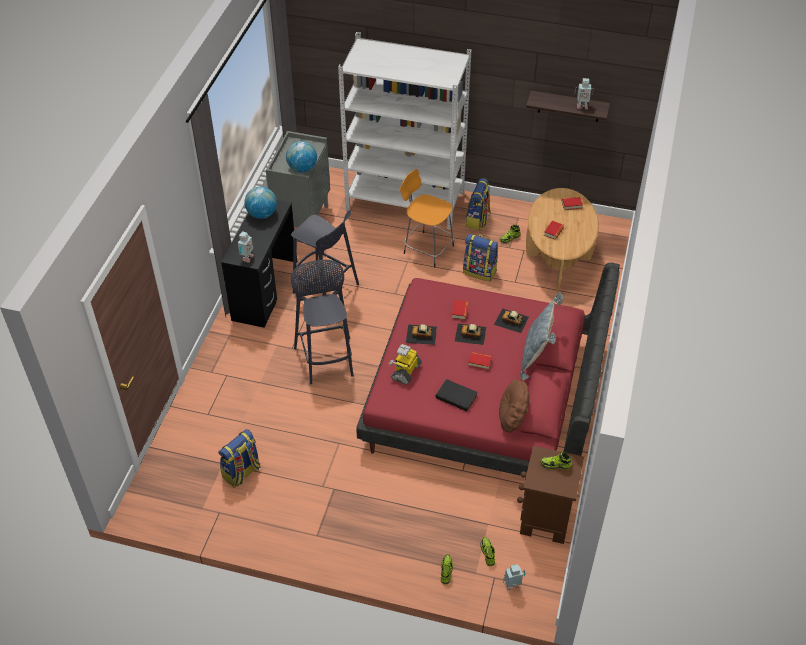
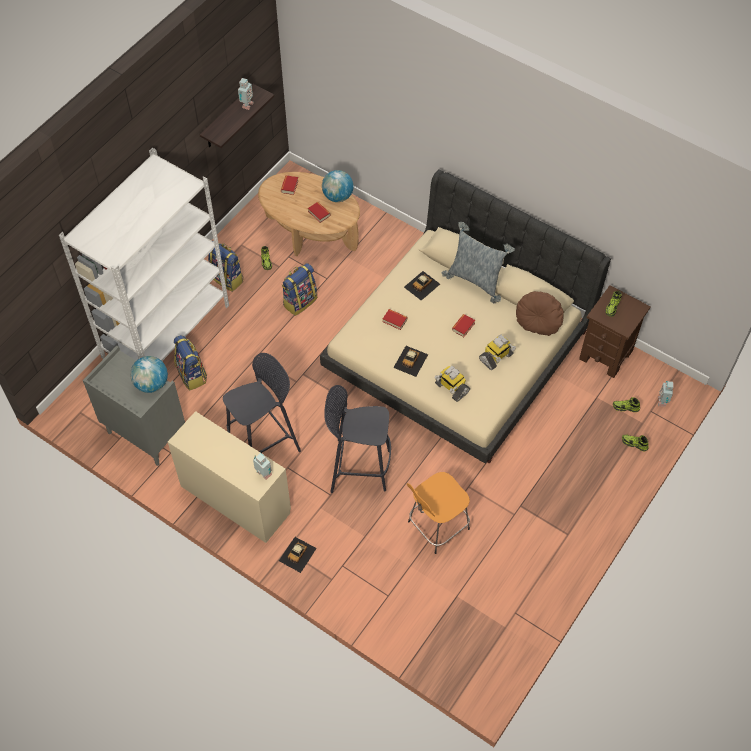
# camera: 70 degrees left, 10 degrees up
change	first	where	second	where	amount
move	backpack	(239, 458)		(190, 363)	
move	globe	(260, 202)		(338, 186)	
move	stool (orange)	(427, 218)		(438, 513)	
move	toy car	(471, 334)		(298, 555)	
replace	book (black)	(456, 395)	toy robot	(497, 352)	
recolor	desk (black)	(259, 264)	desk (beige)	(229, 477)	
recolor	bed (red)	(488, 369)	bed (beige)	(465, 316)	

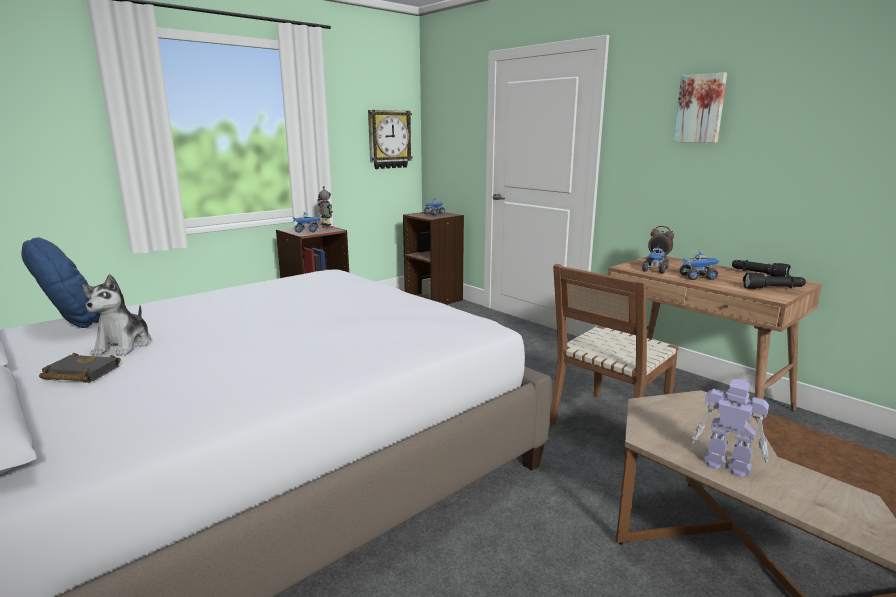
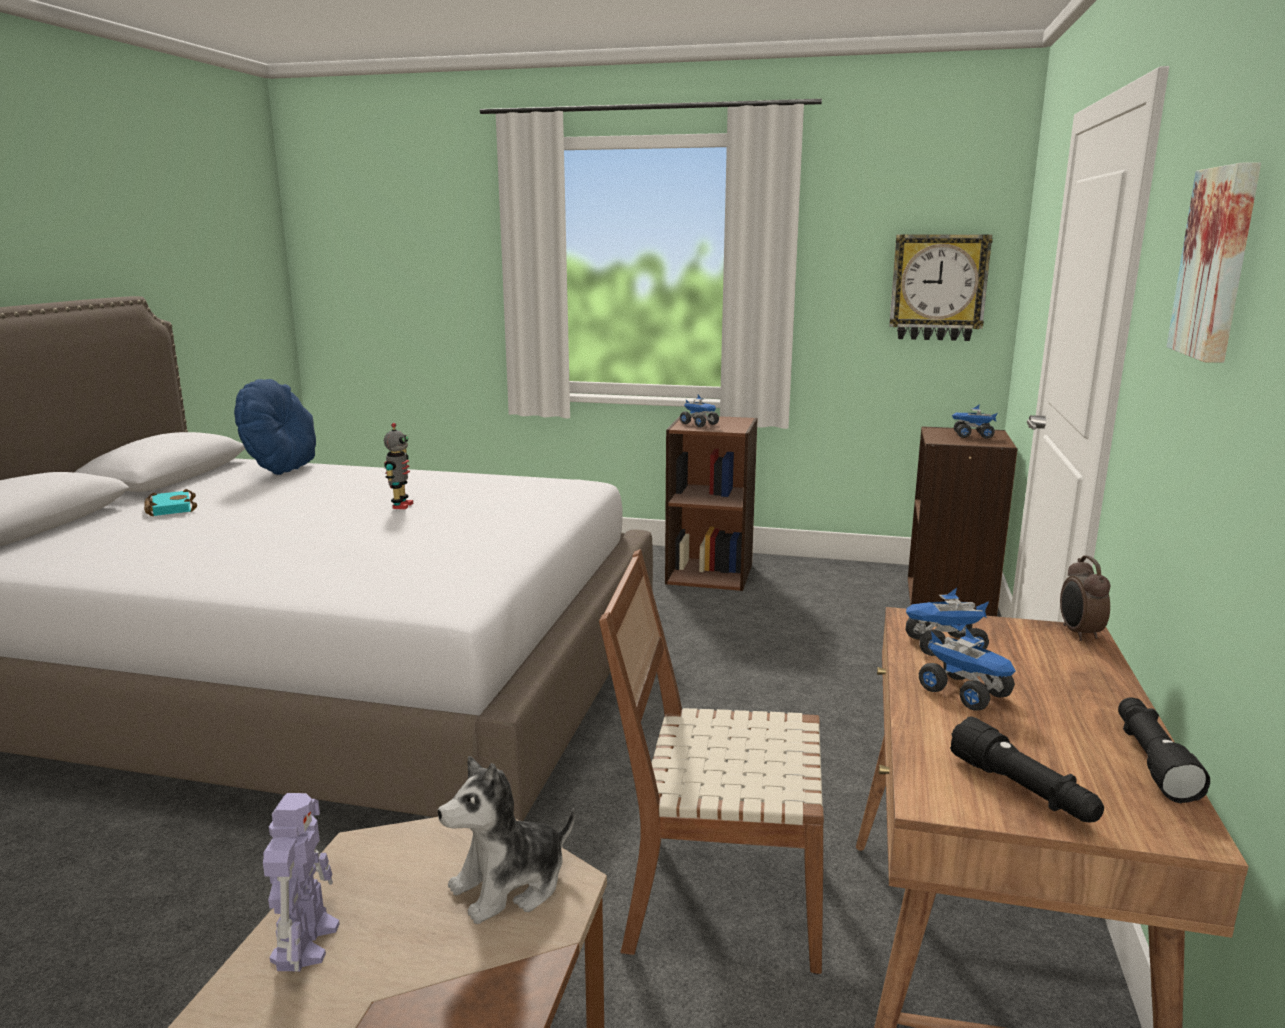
# camera: 55 degrees right, 0 degrees up
change	first	where	second	where	amount
move	plush toy	(116, 314)		(506, 840)	
move	toy robot	(325, 207)		(398, 466)	
recolor	book (black)	(80, 368)	book (turquoise)	(170, 502)	

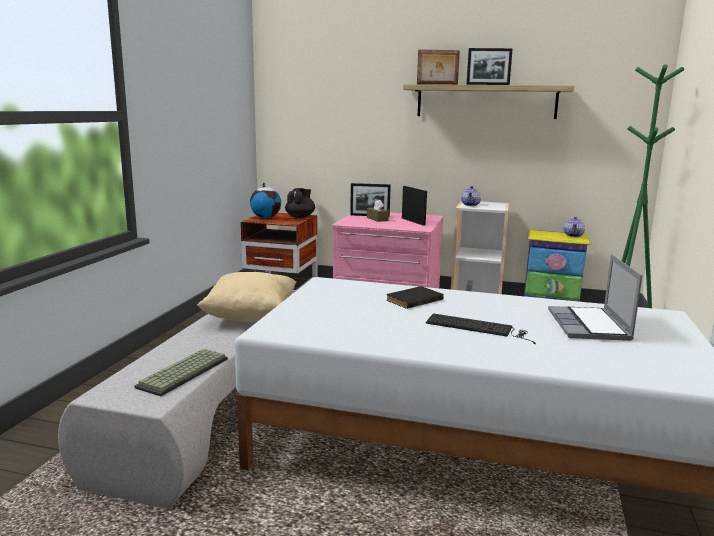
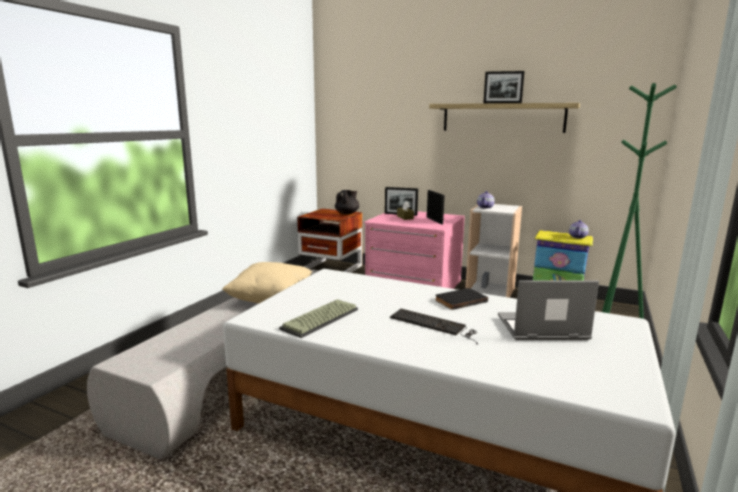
# camera: 10 degrees right, 0 degrees up
change	first	where	second	where	amount
delete	globe	(265, 200)			
delete	picture frame	(438, 67)			
move	keyboard	(181, 372)		(318, 318)	
move	book (black)	(415, 297)		(461, 299)	
rotate	laptop	(595, 297)		(548, 310)	75 degrees clockwise

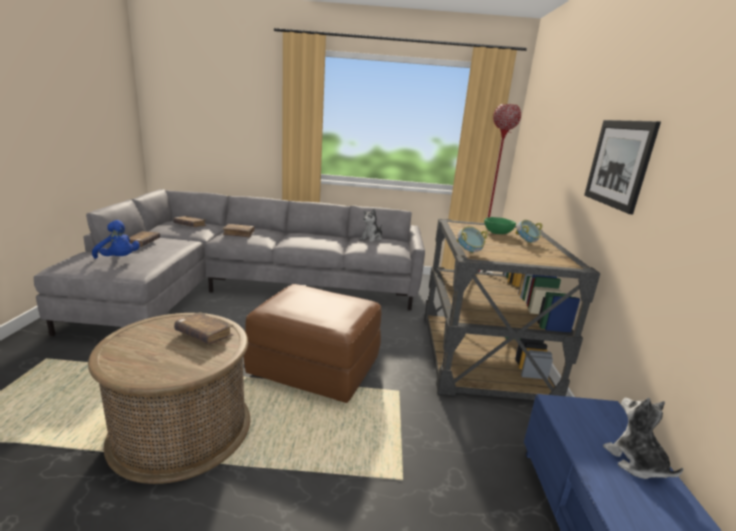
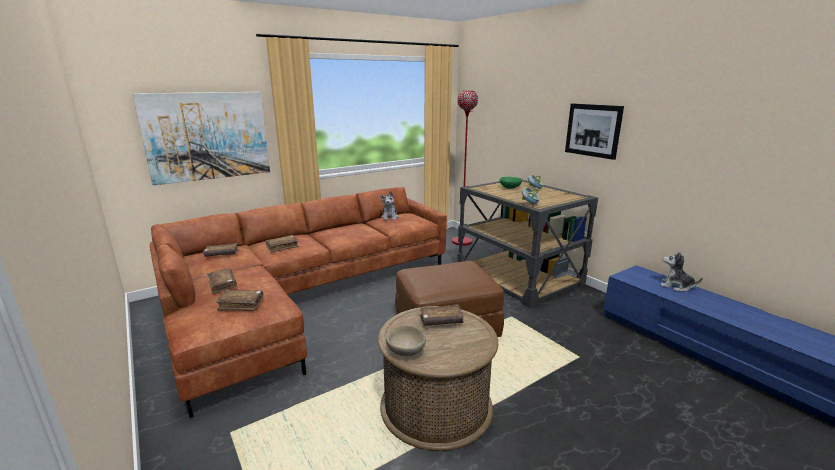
# camera: 35 degrees left, 0 degrees up
change	first	where	second	where	amount
insert			picture	(201, 138)	
insert			bowl (beige)	(406, 340)	
replace	plush toy (blue)	(116, 239)	book (brown)	(239, 300)	
recolor	sofa (grey)	(229, 263)	sofa (brown)	(298, 302)	

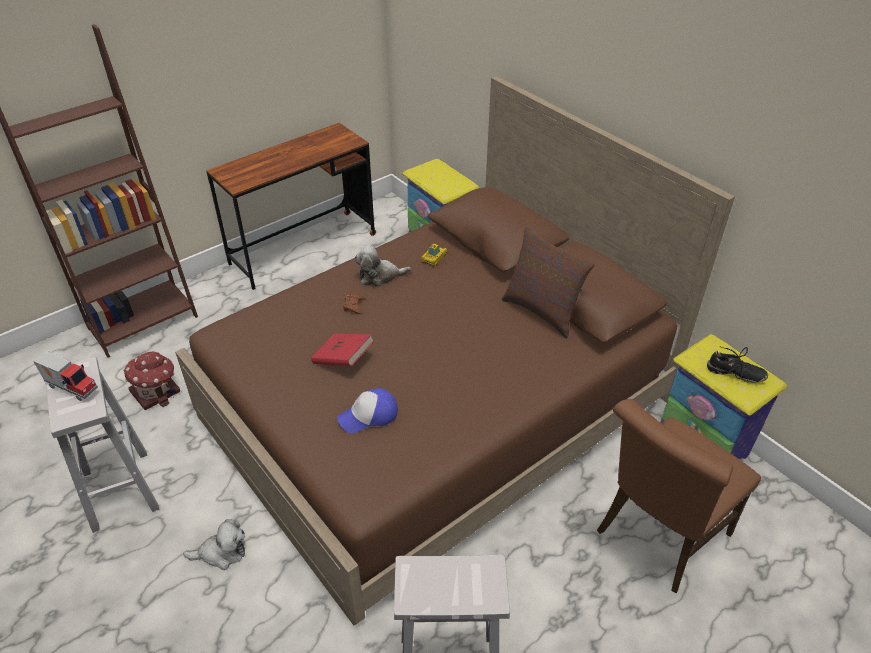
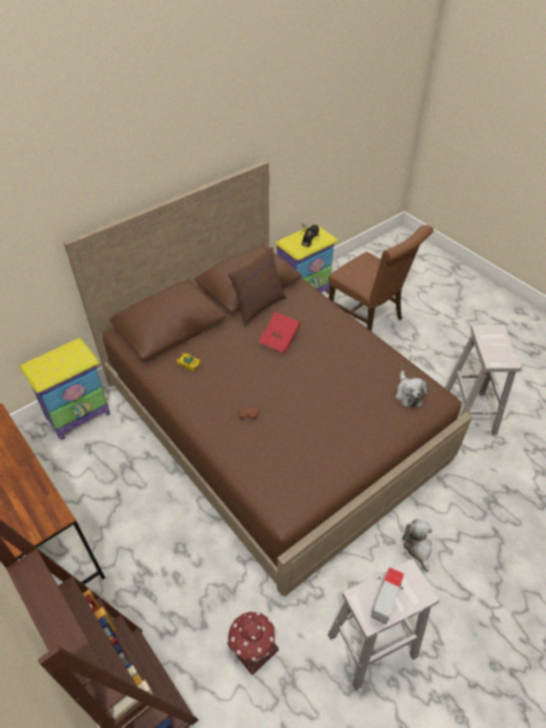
# camera: 90 degrees left, 5 degrees up
change	first	where	second	where	amount
delete	cap	(367, 410)			
move	book (red)	(342, 350)		(280, 333)	
move	plush toy	(382, 266)		(412, 389)	

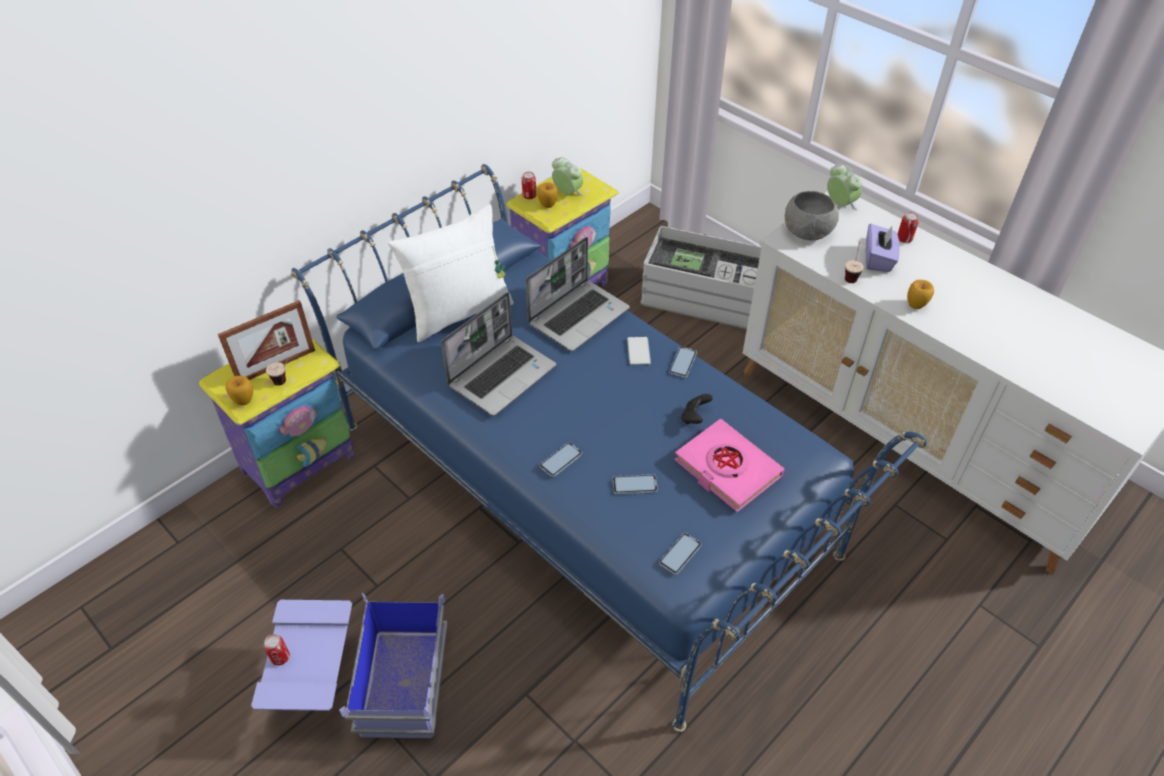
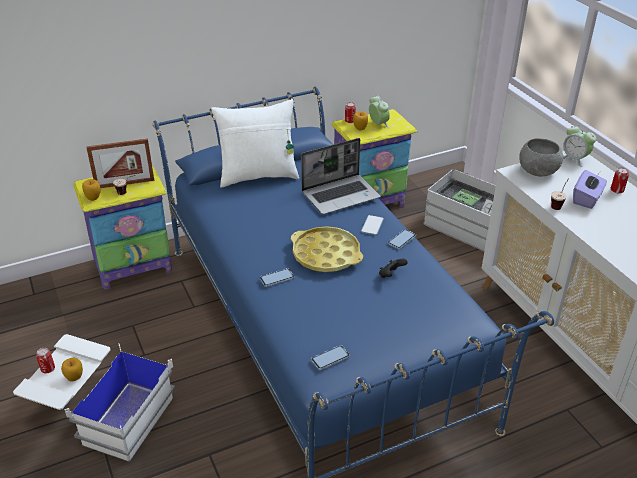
# camera: 20 degrees right, 10 degrees down
change	first	where	second	where	amount
delete	laptop	(498, 354)			
delete	phone	(635, 484)			
delete	book (pink)	(729, 465)			
insert			tray (yellow)	(327, 249)	
move	apple	(920, 294)		(72, 369)	
recolor	storage box (blue)	(349, 665)	storage box (white)	(94, 398)	
rotate	alarm clock	(844, 187)		(579, 145)	150 degrees clockwise

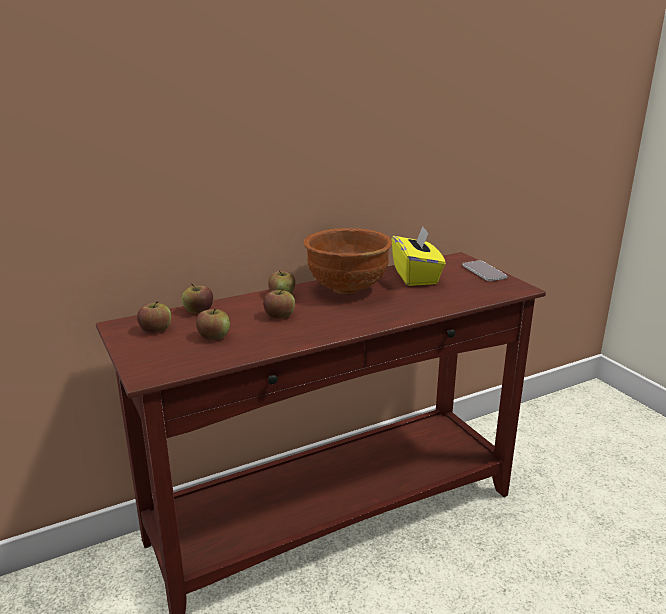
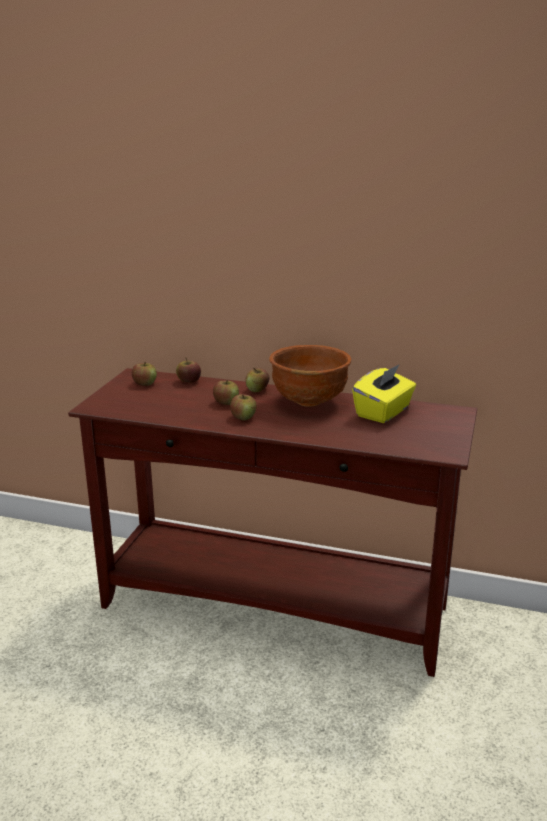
# camera: 45 degrees right, 0 degrees up
change	first	where	second	where	amount
delete	phone	(485, 271)			
move	apple	(213, 324)		(243, 407)	

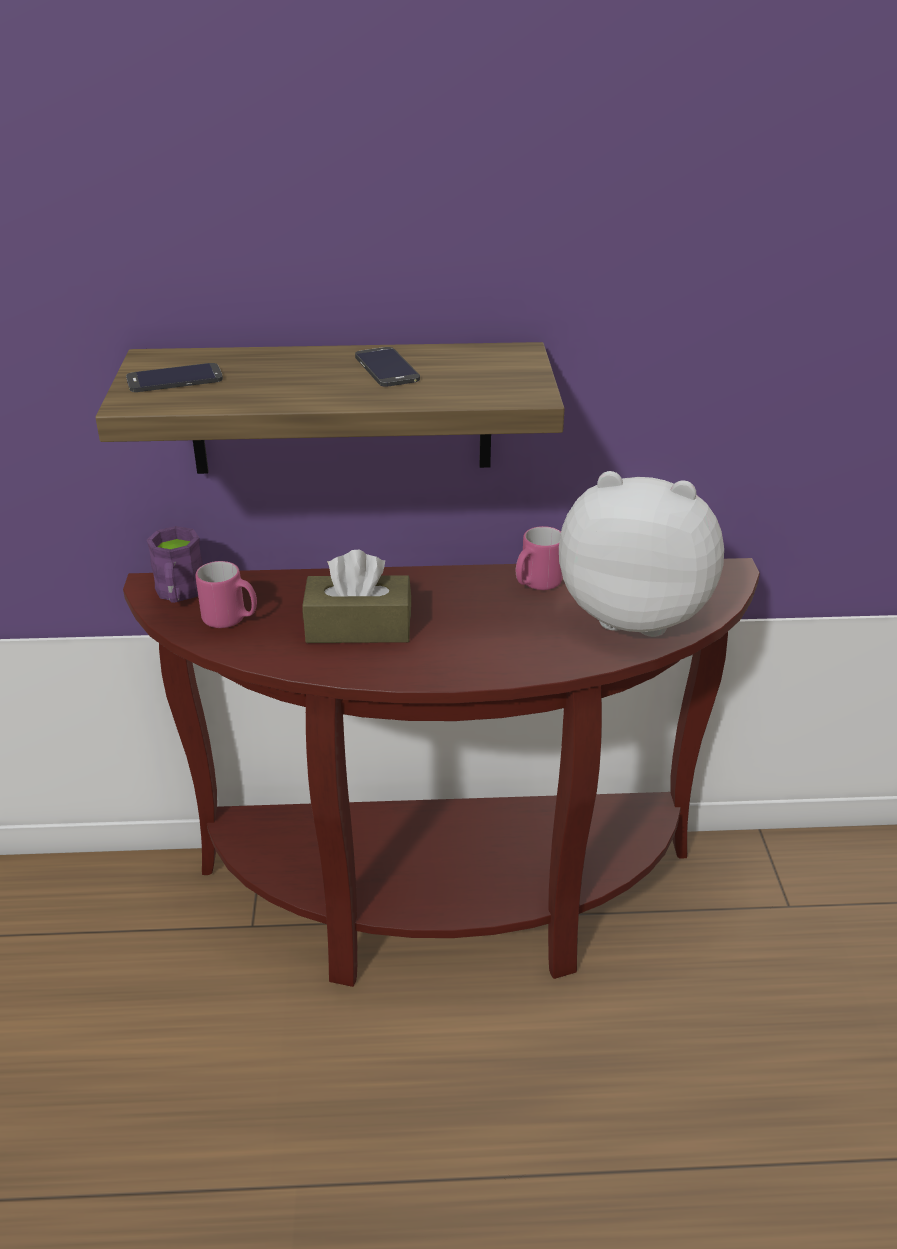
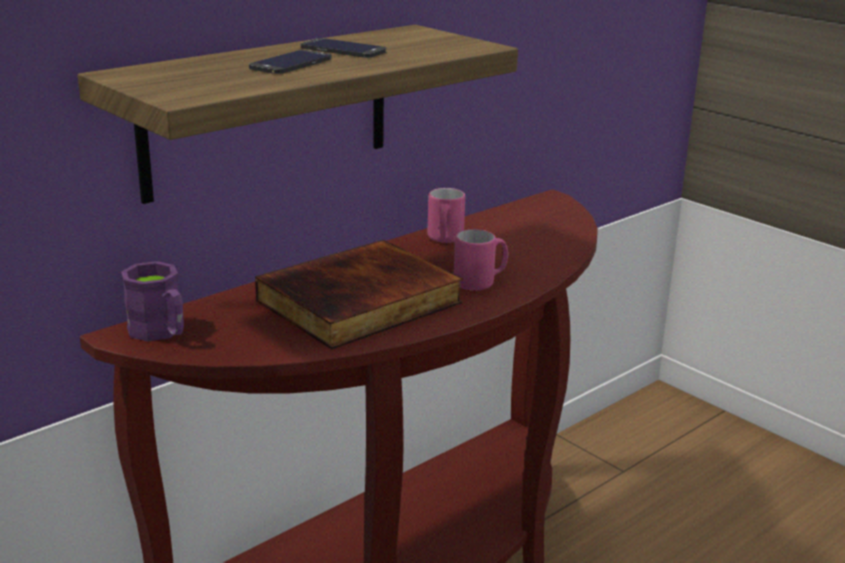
# camera: 40 degrees left, 10 degrees down
change	first	where	second	where	amount
delete	plush toy	(641, 554)			
move	phone	(174, 377)		(290, 62)	
move	mug (pink)	(226, 594)		(481, 260)	
replace	tissue box (brown)	(356, 596)	book	(359, 294)	

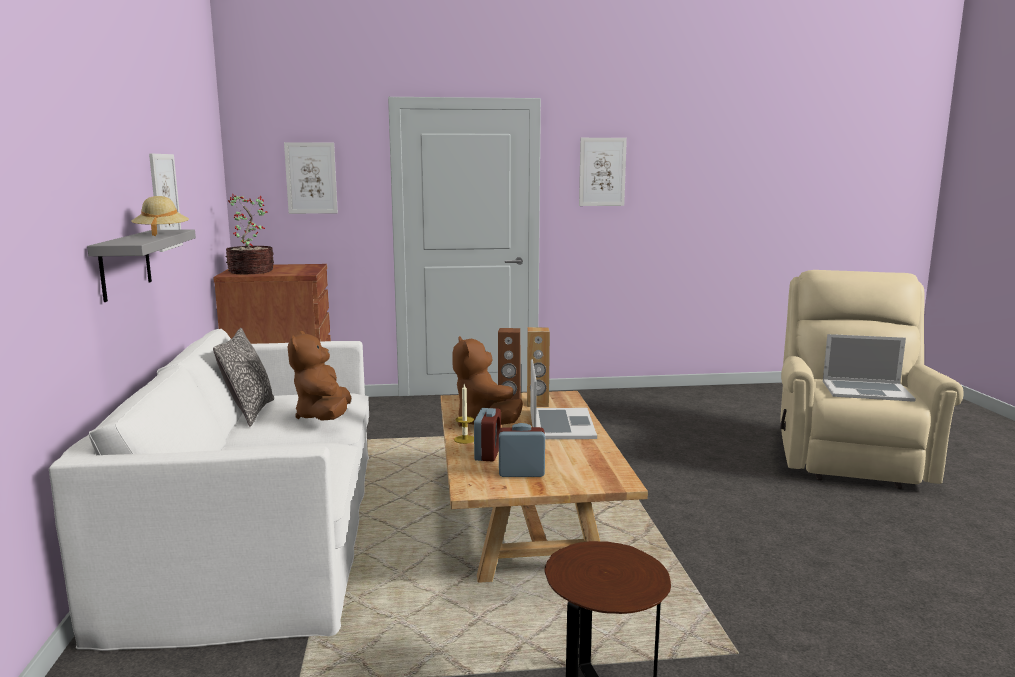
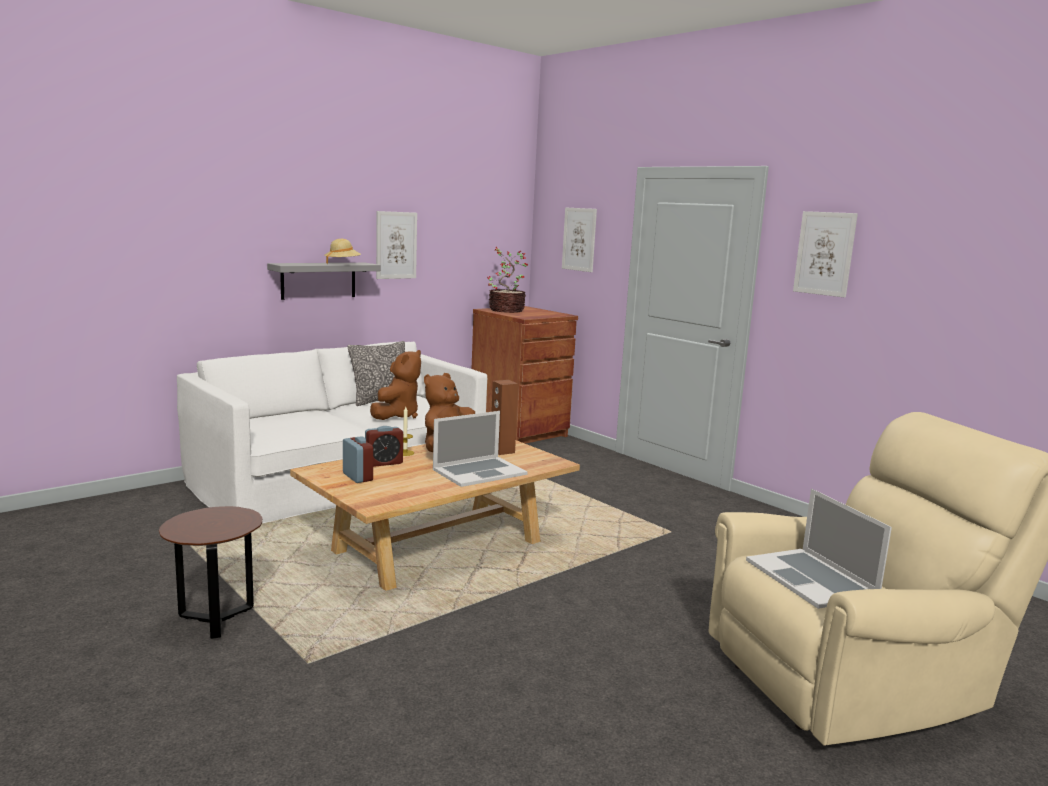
# camera: 55 degrees right, 0 degrees up
change	first	where	second	where	amount
delete	speaker (brown)	(538, 367)			
rotate	plush toy (brown)	(319, 375)		(395, 385)	150 degrees clockwise

